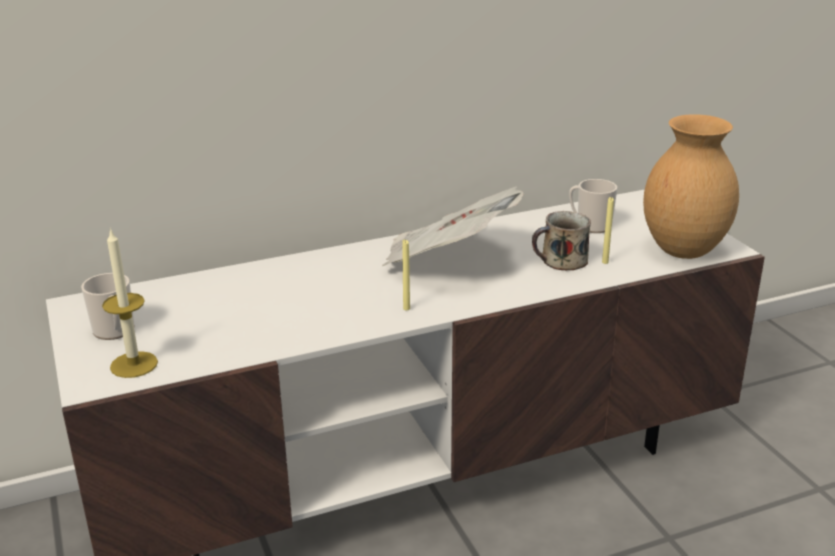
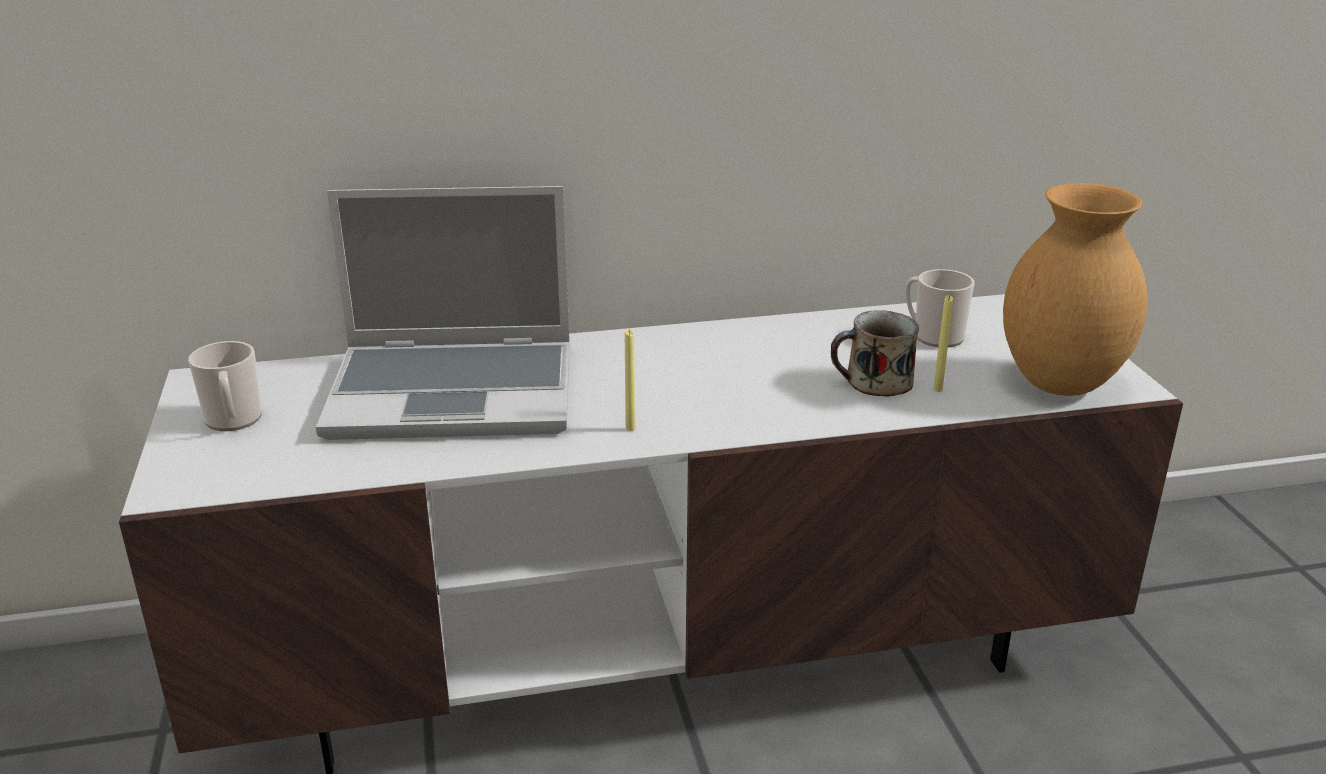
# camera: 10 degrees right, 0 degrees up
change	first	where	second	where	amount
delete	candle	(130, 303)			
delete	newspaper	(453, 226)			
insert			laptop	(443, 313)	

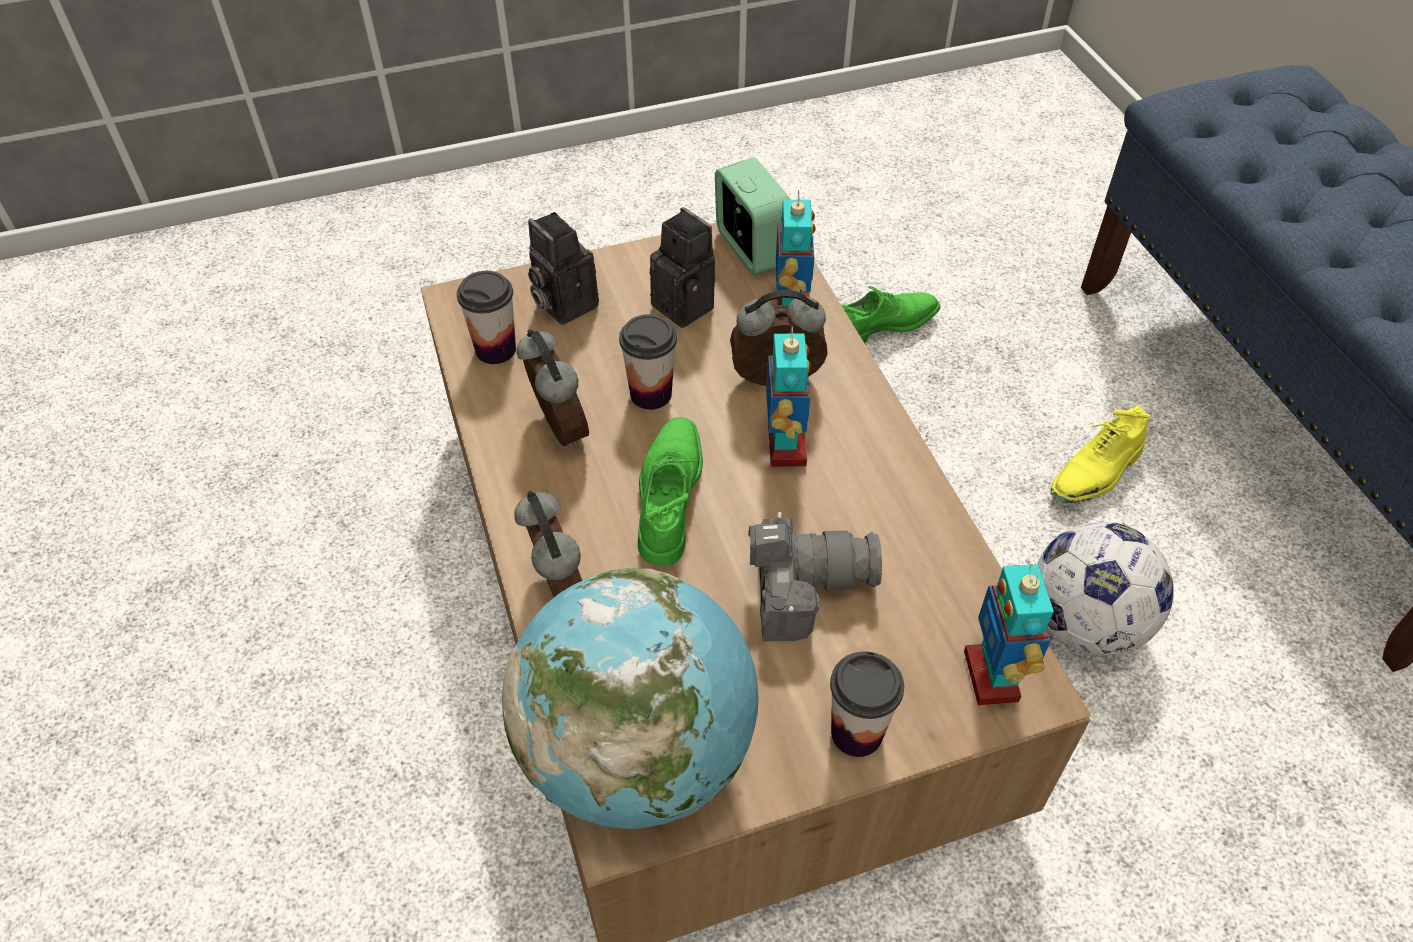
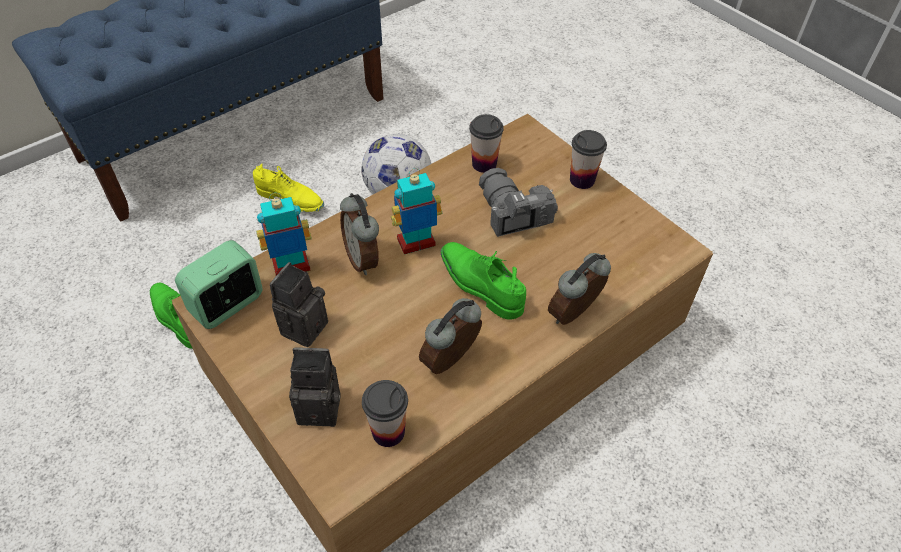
# camera: 110 degrees left, 0 degrees up
change	first	where	second	where	amount
delete	globe	(630, 698)			
delete	toy robot	(1009, 634)			
move	cup	(648, 362)		(486, 143)	
rotate	photo camera	(563, 268)		(314, 387)	120 degrees counterclockwise
rotate	shoe (green)	(670, 491)		(483, 281)	60 degrees clockwise

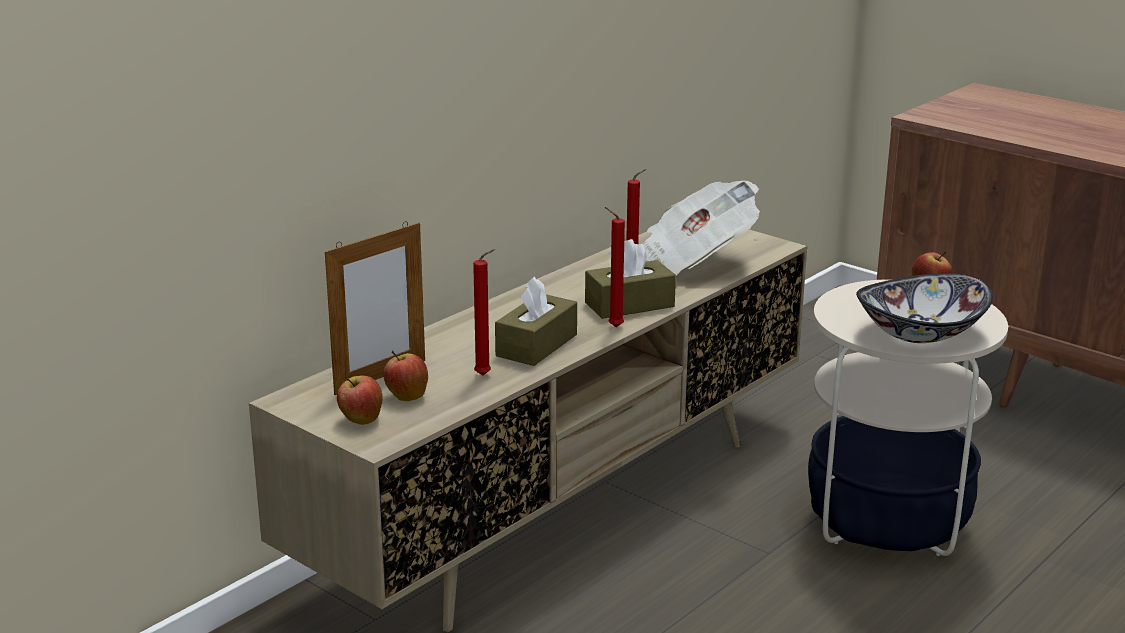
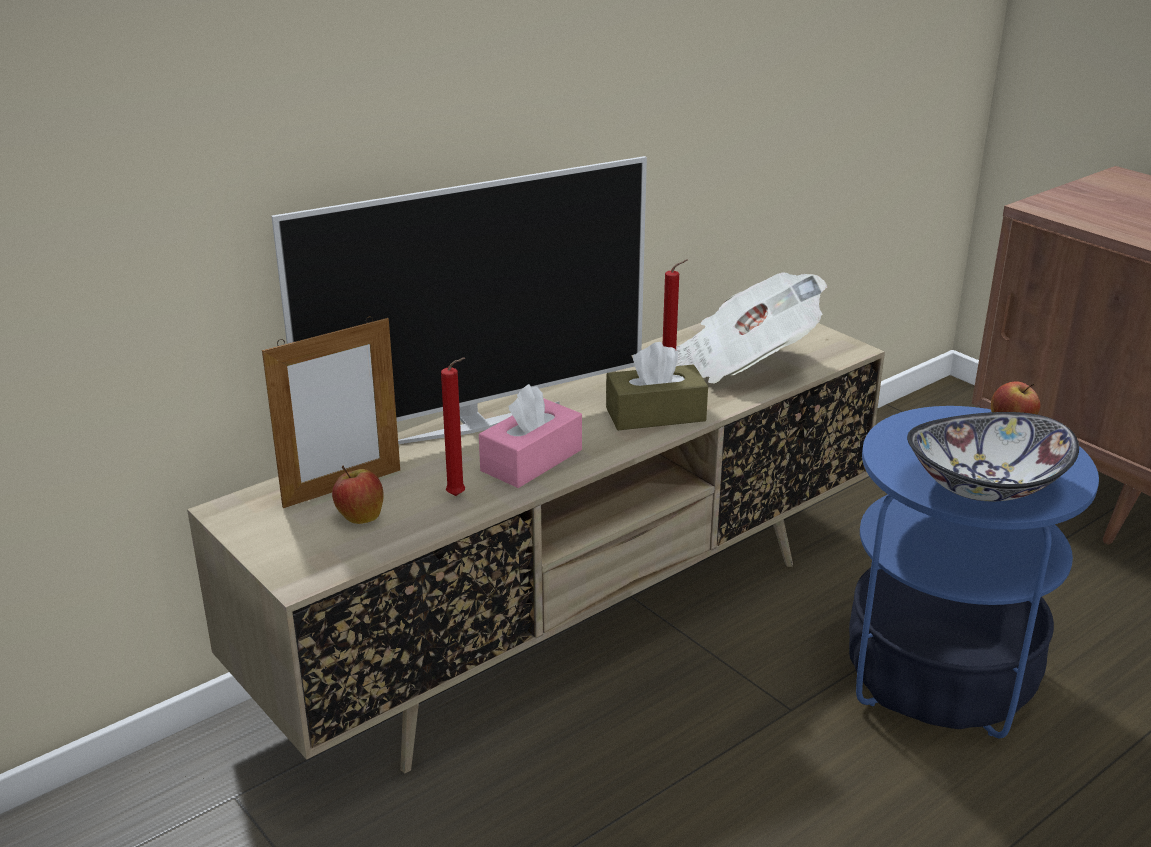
# camera: 10 degrees right, 5 degrees up
change	first	where	second	where	amount
delete	apple	(360, 400)			
delete	candle (red)	(615, 267)			
insert			television	(459, 300)	
recolor	tissue box (brown)	(536, 321)	tissue box (pink)	(530, 436)	
recolor	side table (beige)	(908, 417)	side table (blue)	(974, 572)	

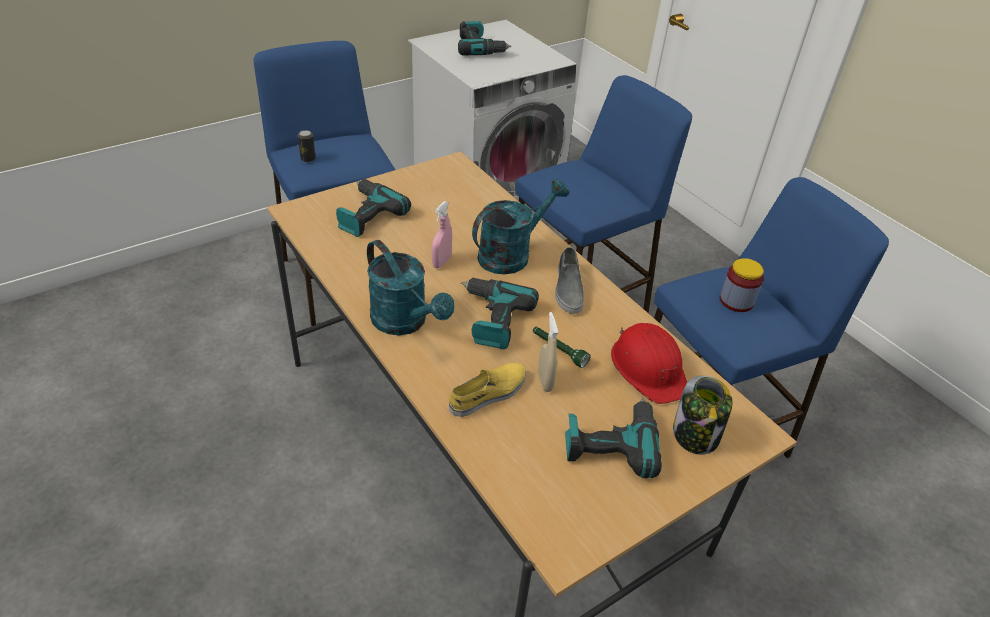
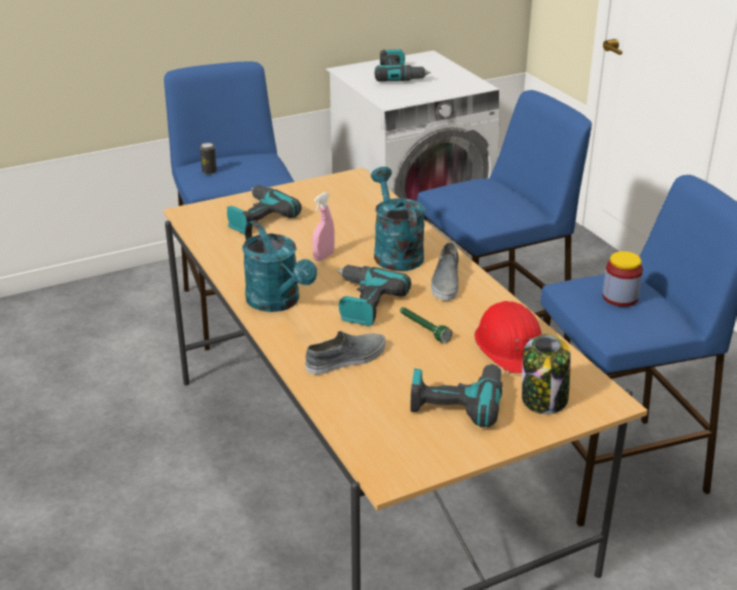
# camera: 10 degrees right, 10 degrees down
change	first	where	second	where	amount
delete	spray bottle (beige)	(548, 352)			
recolor	shoe (yellow)	(487, 390)	shoe (grey)	(345, 353)	
rotate	watering can (turquoise)	(520, 226)		(398, 219)	75 degrees counterclockwise

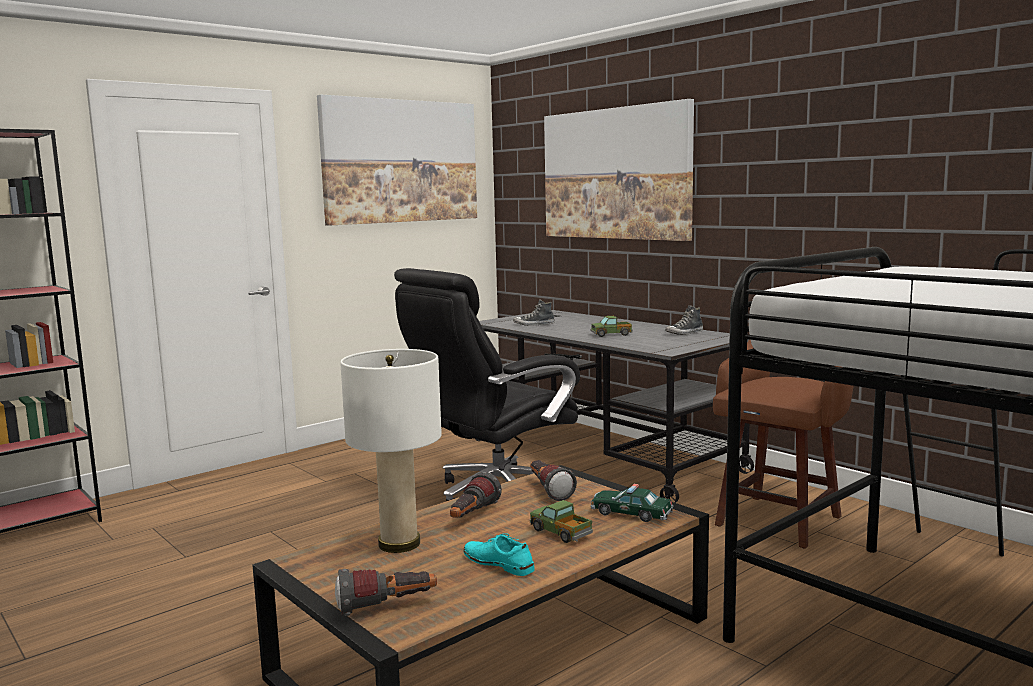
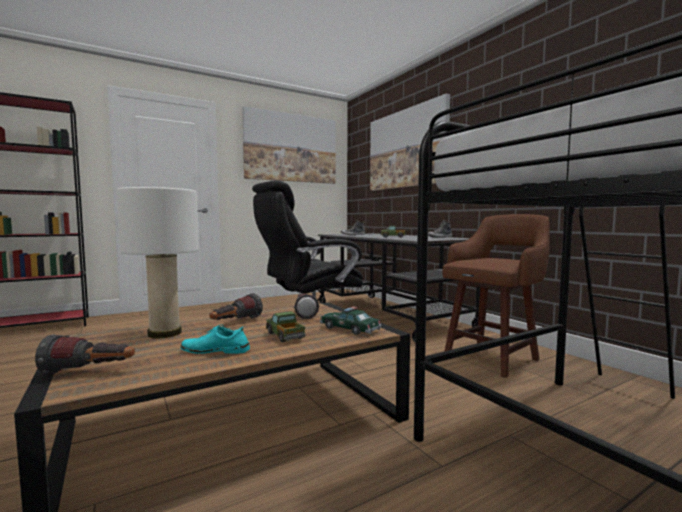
# camera: 10 degrees right, 5 degrees down
change	first	where	second	where	amount
rotate	shoe (turquoise)	(499, 554)		(215, 339)	45 degrees counterclockwise

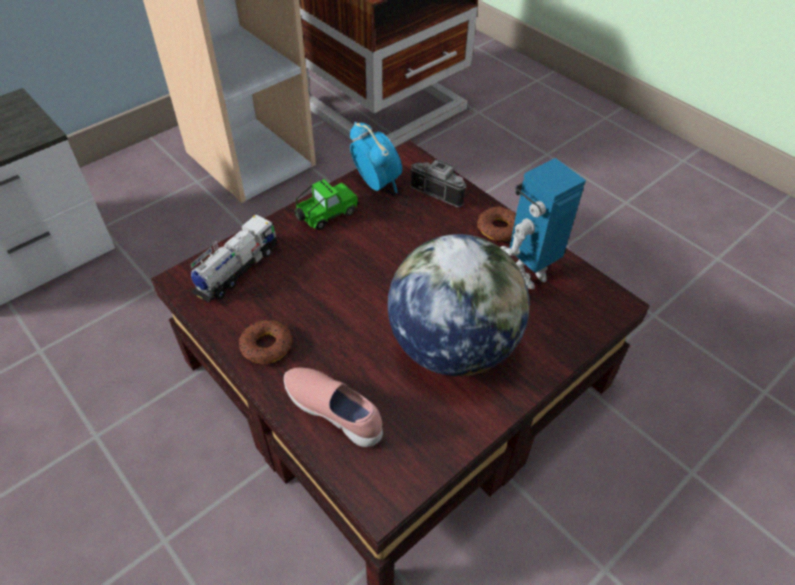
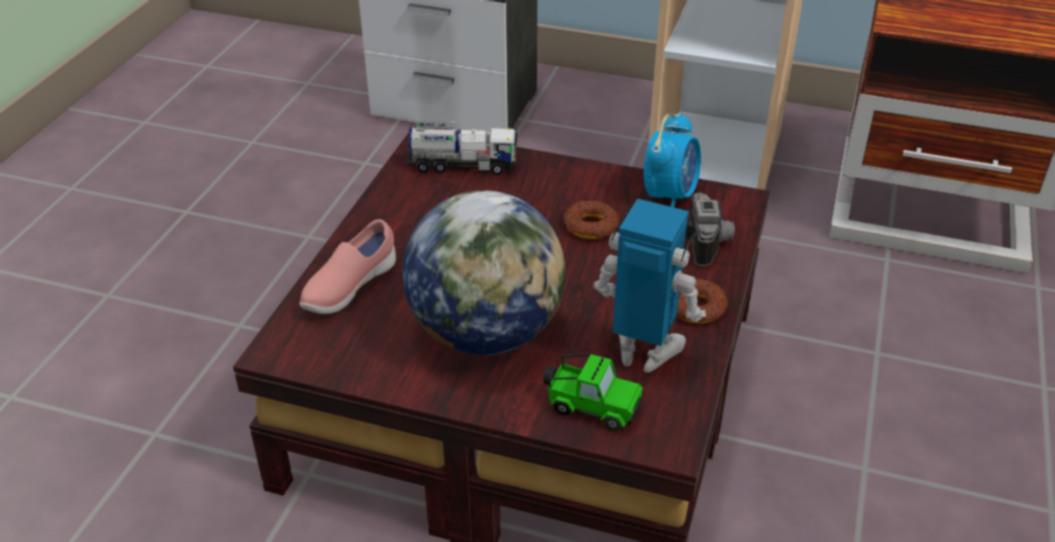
# camera: 60 degrees right, 10 degrees down
change	first	where	second	where	amount
move	donut	(265, 342)		(591, 220)	
move	toy car	(326, 204)		(593, 392)	
rotate	shoe (pink)	(333, 407)		(348, 266)	150 degrees counterclockwise

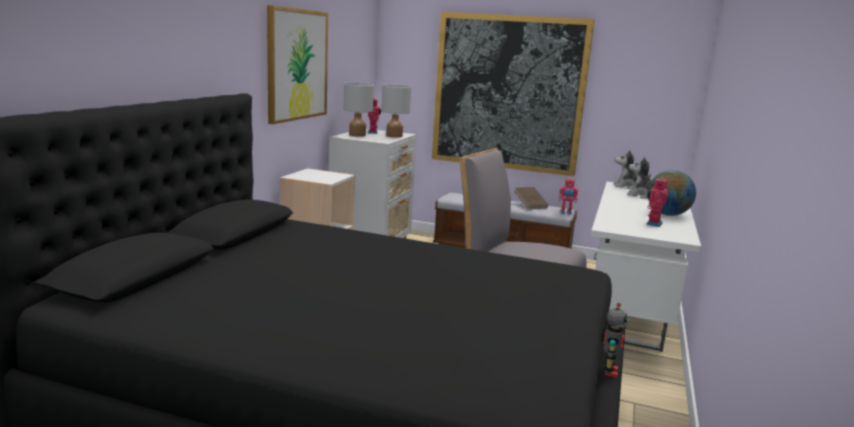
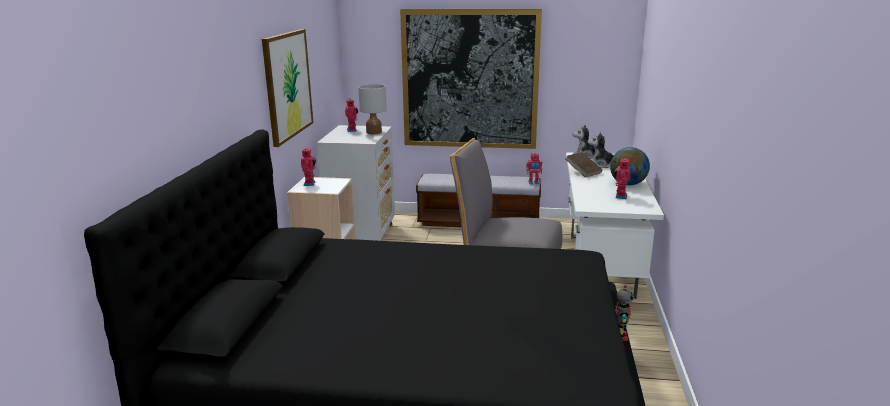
# camera: 10 degrees left, 5 degrees up
change	first	where	second	where	amount
delete	table lamp (grey)	(359, 110)			
insert			toy robot	(308, 166)	
move	book (brown)	(531, 198)		(583, 165)	

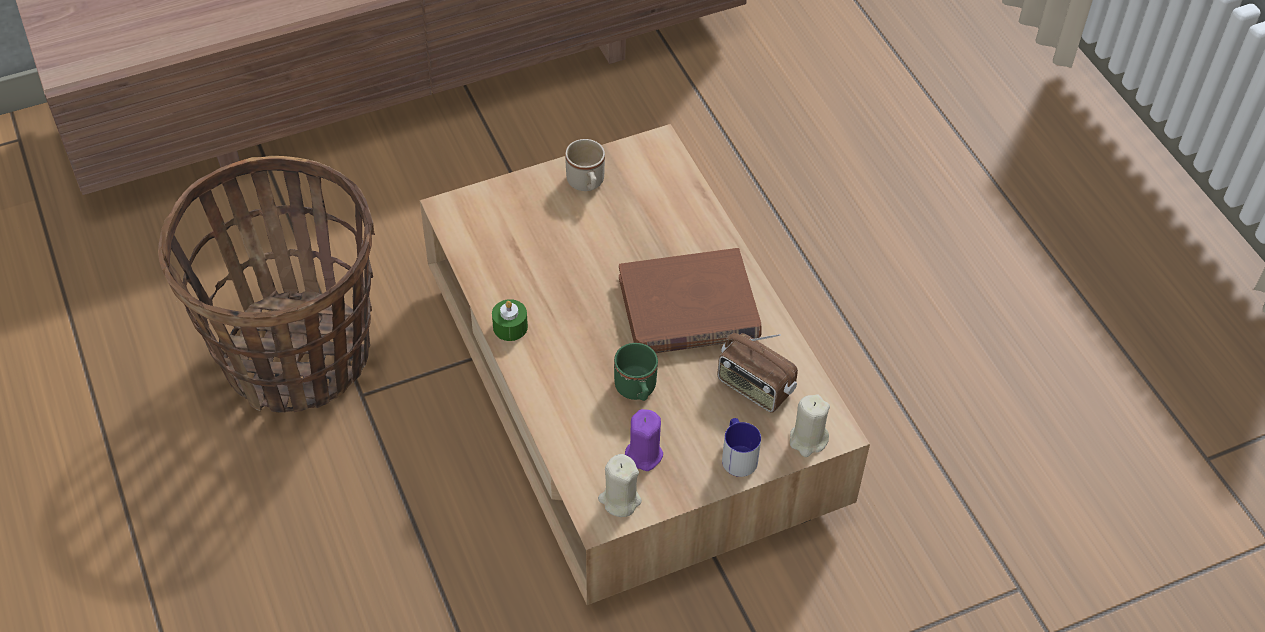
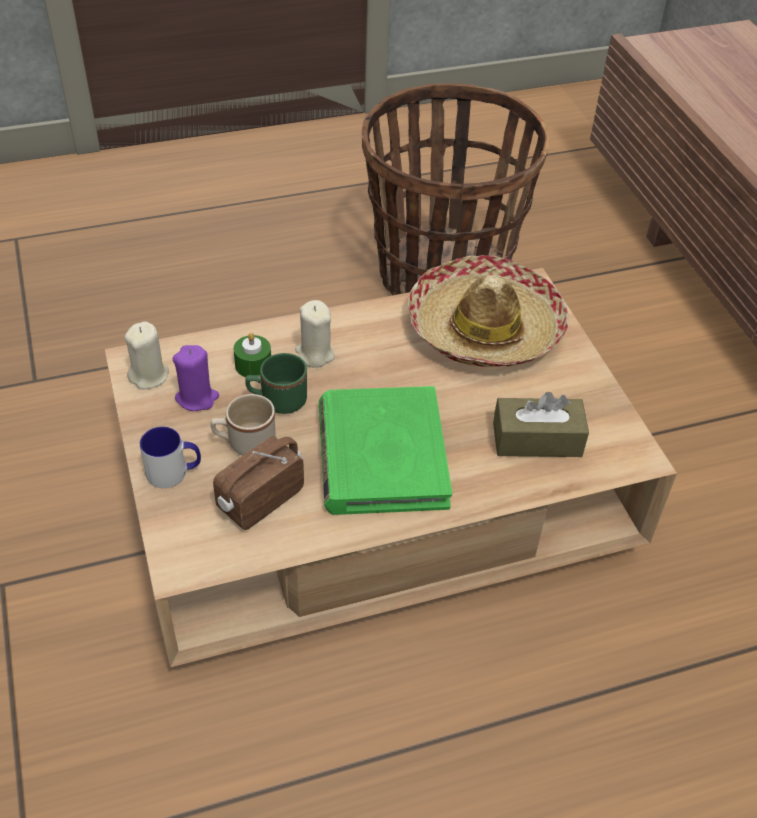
# camera: 95 degrees right, 5 degrees down
change	first	where	second	where	amount
insert			hat	(488, 311)	
insert			tissue box (brown)	(541, 424)	
move	candle (green)	(510, 320)		(252, 355)	
move	mug (beige)	(585, 165)		(243, 425)	
move	candle (beige)	(810, 426)		(315, 334)	
recolor	book (brown)	(690, 300)	book (green)	(385, 450)	

